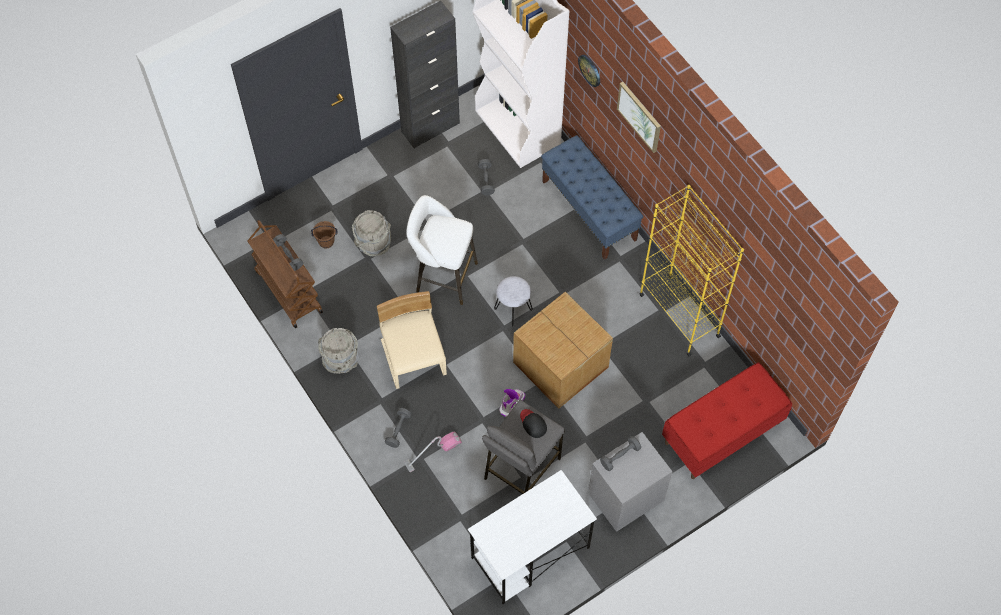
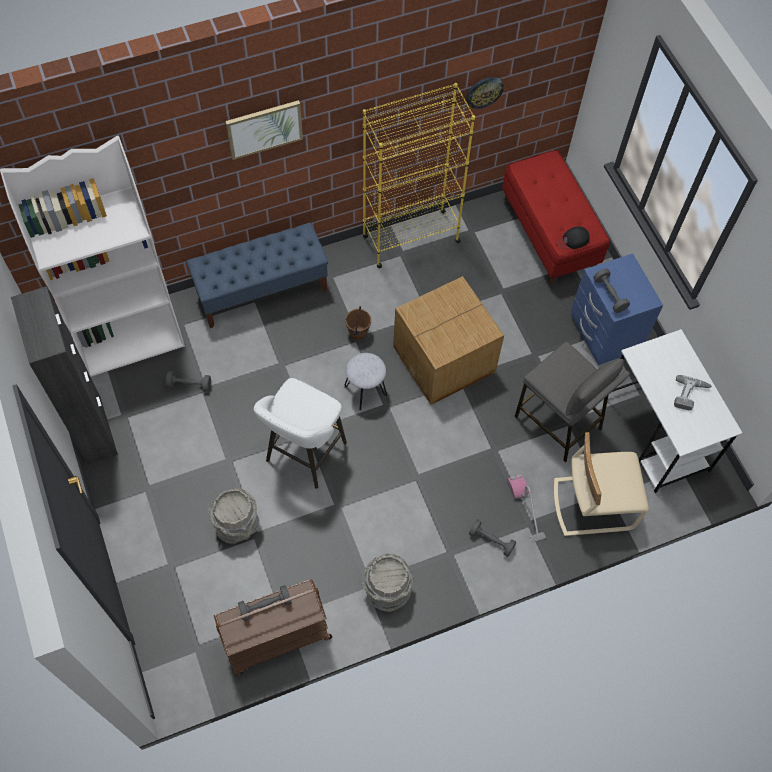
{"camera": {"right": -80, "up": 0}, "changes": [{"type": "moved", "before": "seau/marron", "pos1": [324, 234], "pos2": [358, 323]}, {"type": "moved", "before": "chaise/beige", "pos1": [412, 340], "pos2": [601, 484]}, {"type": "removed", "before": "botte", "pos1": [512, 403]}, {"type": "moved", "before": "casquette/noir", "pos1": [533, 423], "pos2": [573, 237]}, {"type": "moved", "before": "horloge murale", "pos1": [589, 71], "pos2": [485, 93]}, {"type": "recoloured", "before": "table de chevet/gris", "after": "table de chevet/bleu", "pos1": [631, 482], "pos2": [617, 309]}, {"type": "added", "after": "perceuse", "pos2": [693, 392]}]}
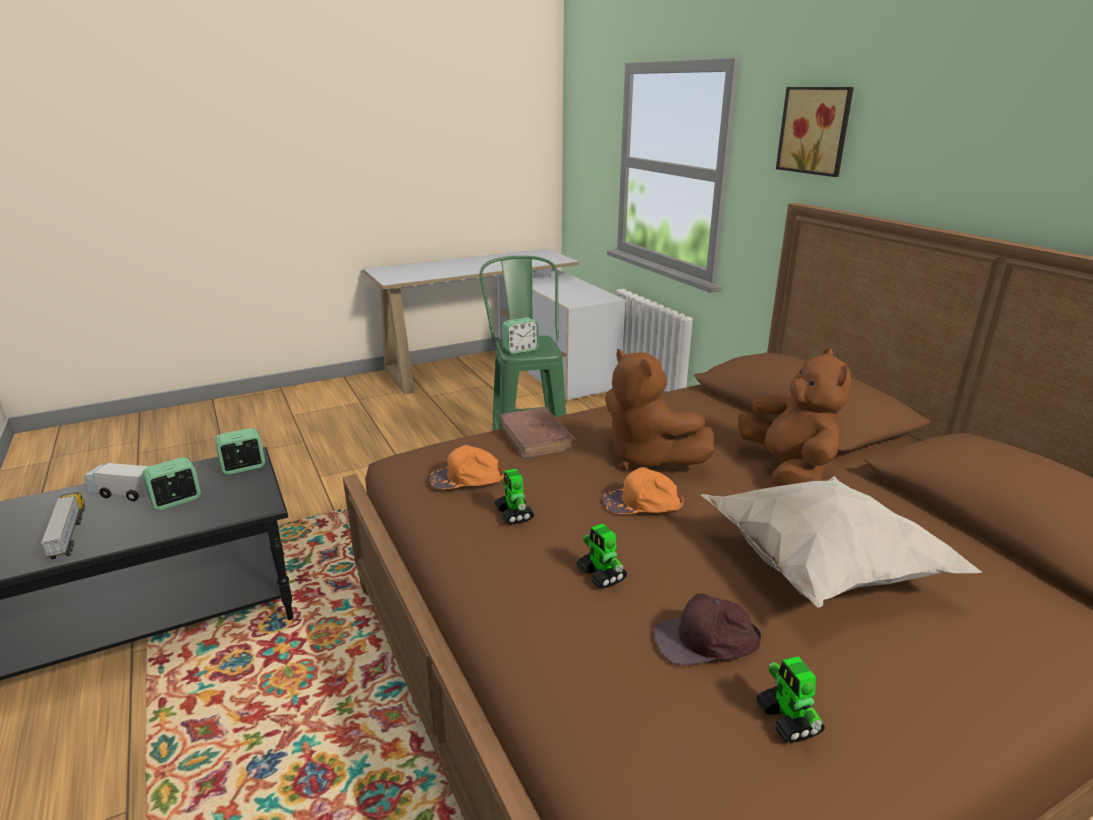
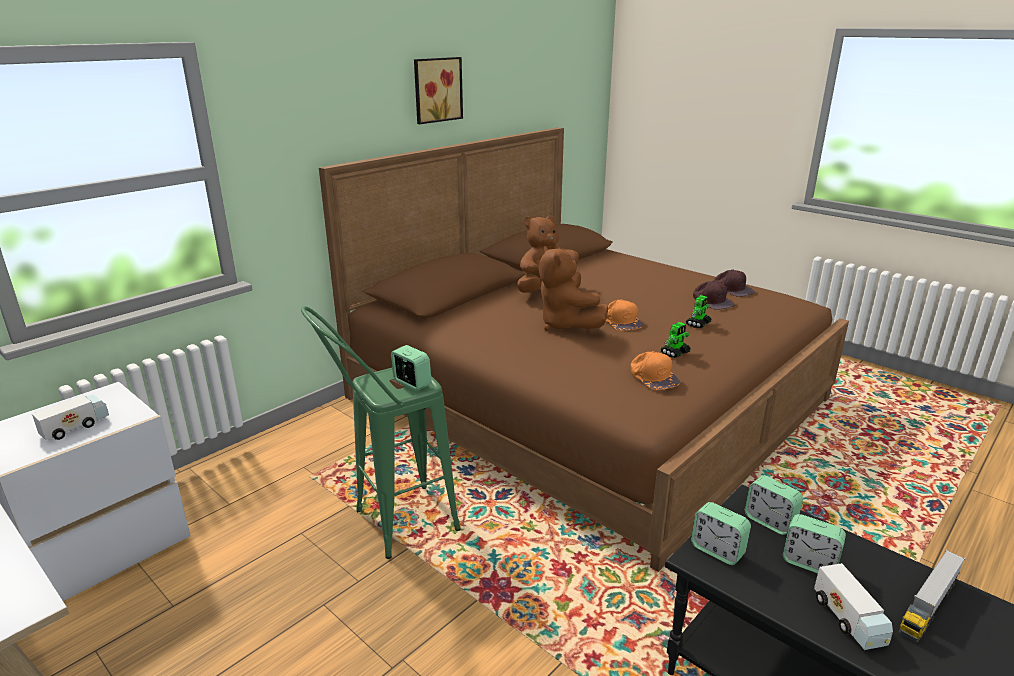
{"camera": {"right": -110, "up": 0}, "changes": [{"type": "removed", "before": "livre/marron", "pos1": [537, 433]}, {"type": "turned", "before": "peluche/marron", "pos1": [659, 409], "pos2": [573, 288], "turn": 120}, {"type": "removed", "before": "coussin/blanc", "pos1": [841, 542]}, {"type": "replaced", "before": "robot jouet", "after": "casquette/marron", "pos1": [790, 699], "pos2": [734, 283]}, {"type": "moved", "before": "tableau", "pos1": [815, 132], "pos2": [438, 90]}, {"type": "added", "after": "camion jouet", "pos2": [70, 417]}, {"type": "added", "after": "réveil", "pos2": [774, 505]}]}
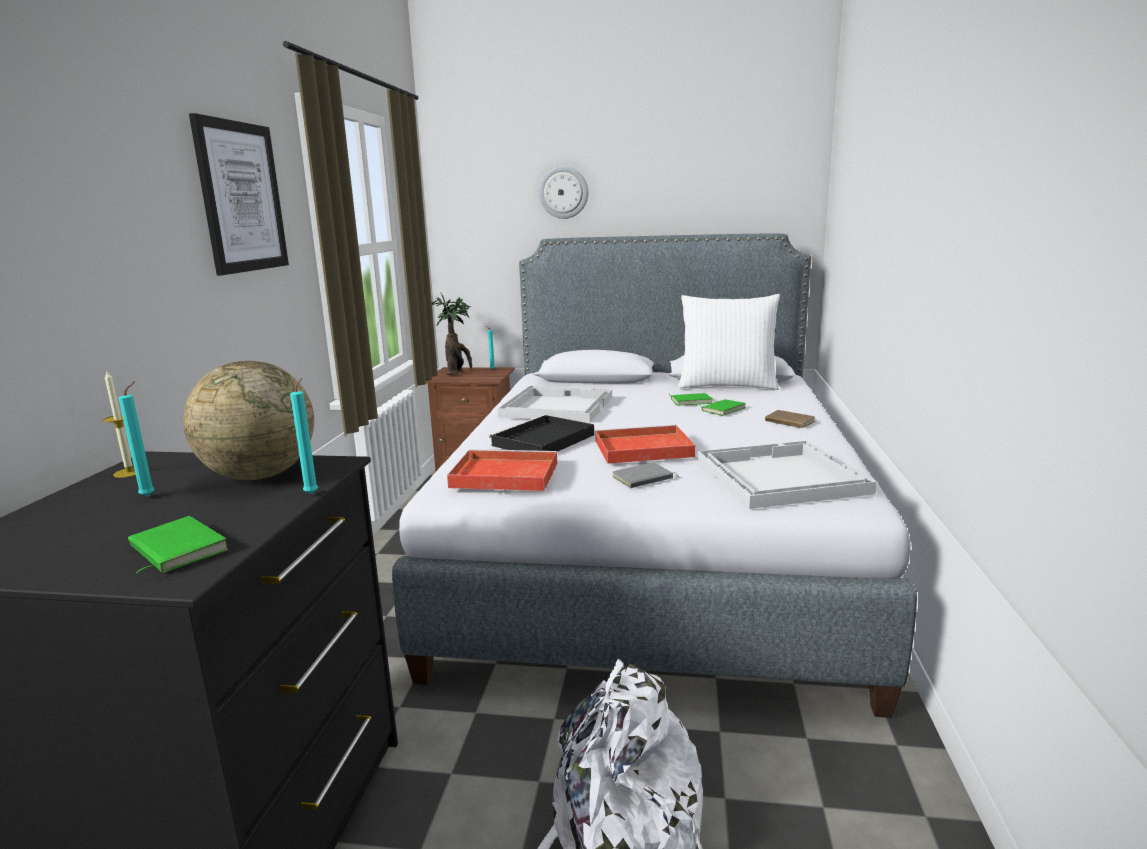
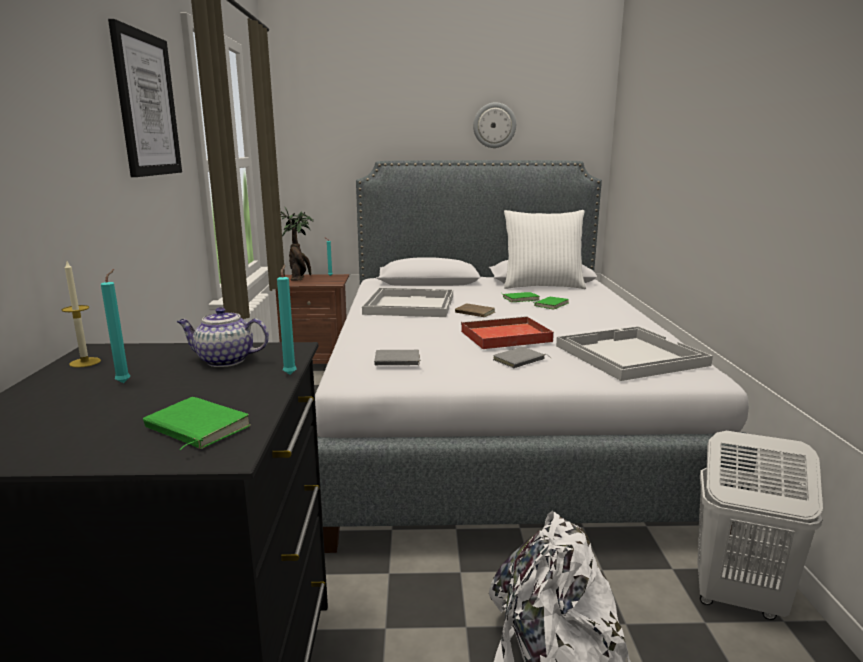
{"camera": {"right": -10, "up": 0}, "changes": [{"type": "replaced", "before": "globe", "after": "théière", "pos1": [248, 420], "pos2": [223, 337]}, {"type": "replaced", "before": "plateau/rouge", "after": "livre/gris", "pos1": [502, 470], "pos2": [397, 357]}, {"type": "removed", "before": "plateau/noir", "pos1": [541, 433]}, {"type": "moved", "before": "horloge murale", "pos1": [563, 192], "pos2": [494, 125]}, {"type": "moved", "before": "livre/marron", "pos1": [790, 419], "pos2": [475, 310]}, {"type": "added", "after": "panier à linge/blanc", "pos2": [760, 525]}]}
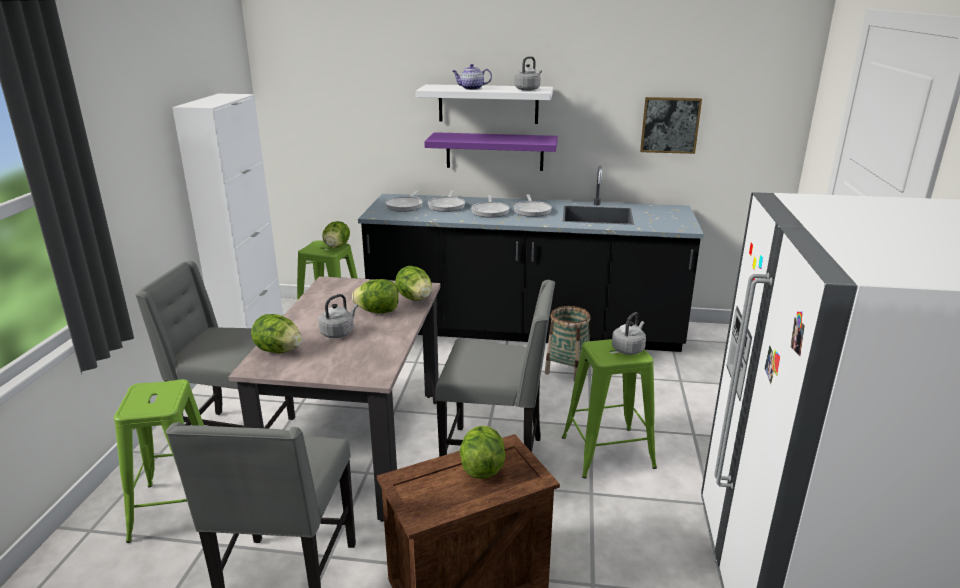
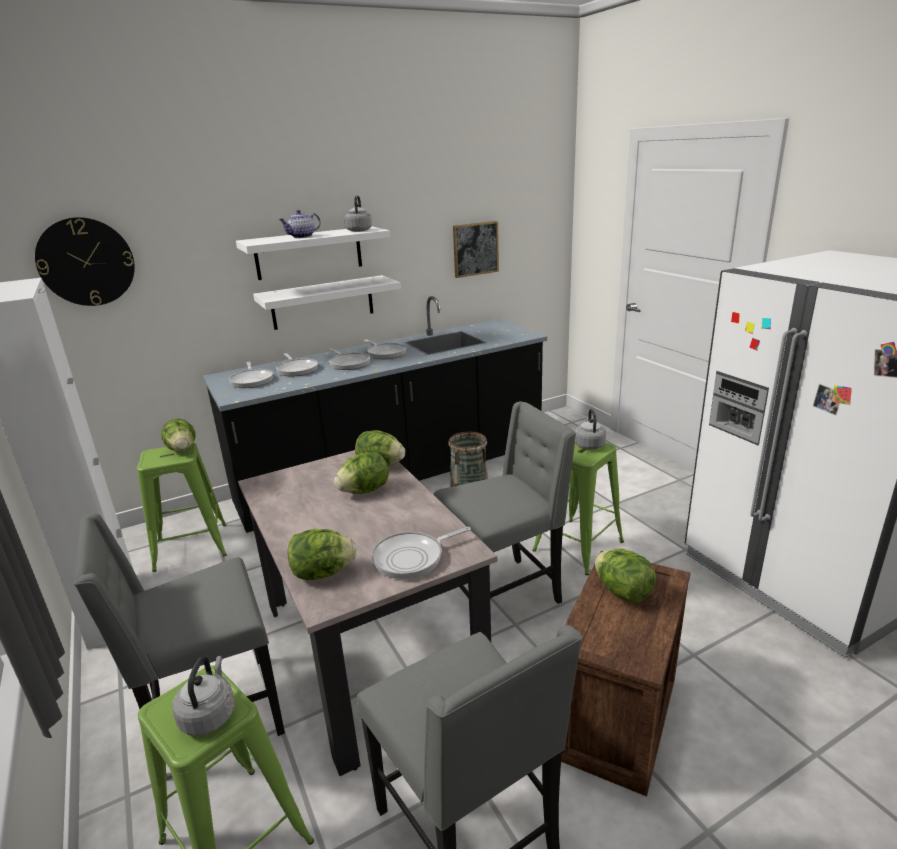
{"camera": {"right": -35, "up": 0}, "changes": [{"type": "moved", "before": "bouilloire/gris", "pos1": [338, 316], "pos2": [203, 696]}, {"type": "recoloured", "before": "étagère/violet", "after": "étagère/blanc", "pos1": [491, 151], "pos2": [327, 302]}, {"type": "added", "after": "horloge murale", "pos2": [85, 261]}, {"type": "added", "after": "poêle", "pos2": [421, 553]}]}
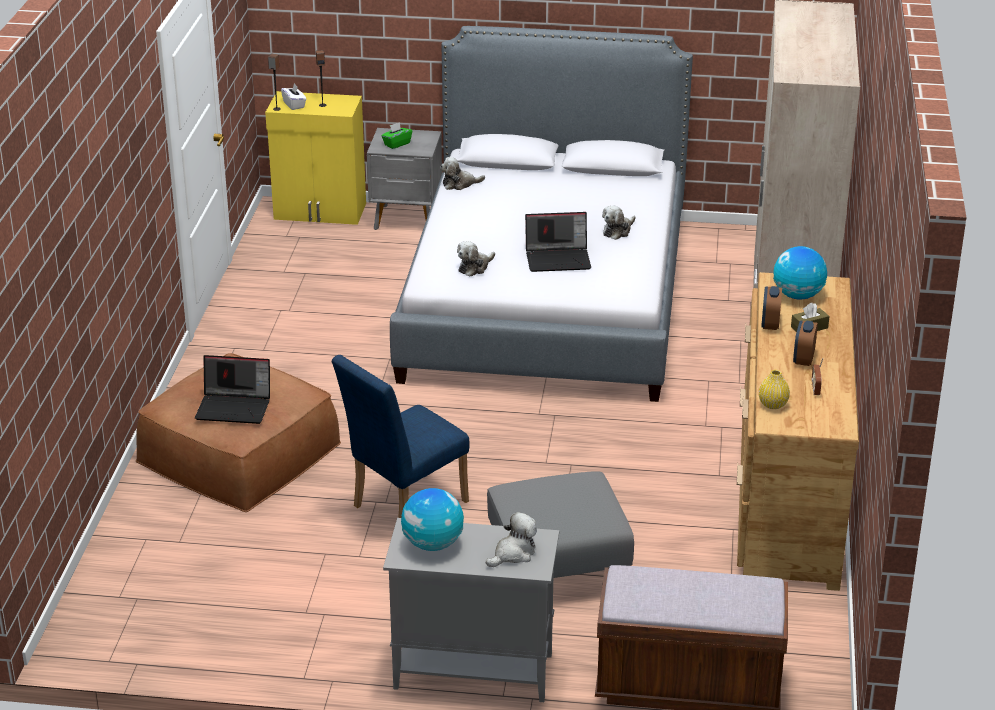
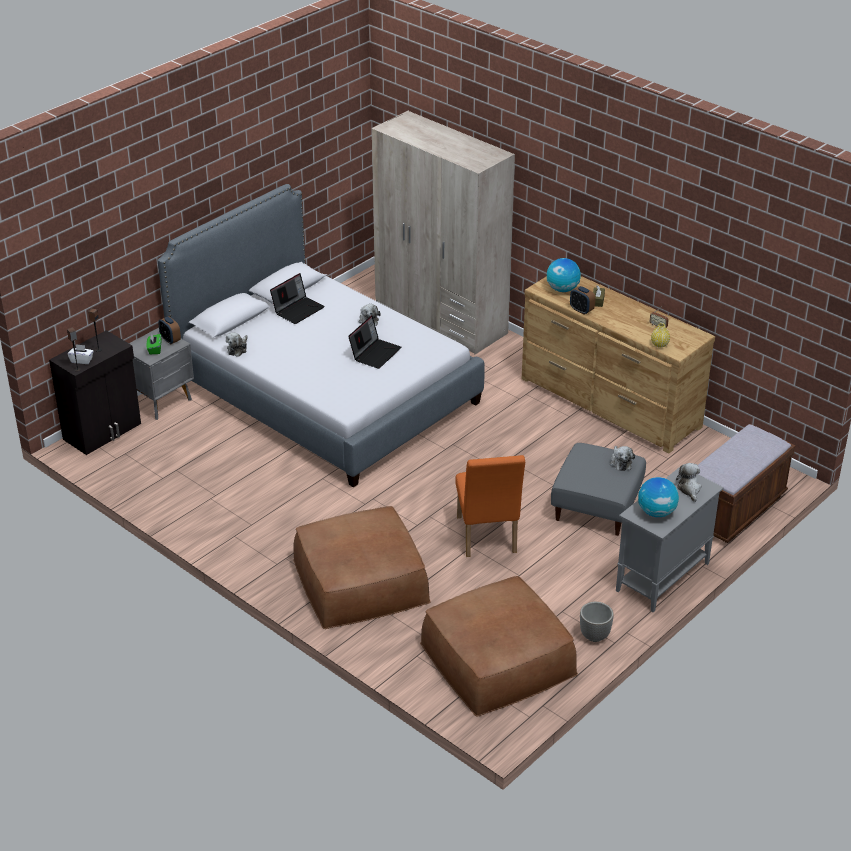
{"camera": {"right": -55, "up": 5}, "changes": [{"type": "moved", "before": "ordinateur portable", "pos1": [232, 389], "pos2": [297, 298]}, {"type": "recoloured", "before": "meuble de rangement/jaune", "after": "meuble de rangement/noir", "pos1": [315, 158], "pos2": [95, 392]}, {"type": "recoloured", "before": "chaise/bleu", "after": "chaise/orange", "pos1": [400, 436], "pos2": [490, 506]}, {"type": "moved", "before": "peluche", "pos1": [476, 259], "pos2": [622, 458]}, {"type": "moved", "before": "réveil", "pos1": [805, 343], "pos2": [169, 330]}, {"type": "added", "after": "pouf/marron", "pos2": [499, 646]}, {"type": "added", "after": "cache-pot", "pos2": [597, 622]}]}
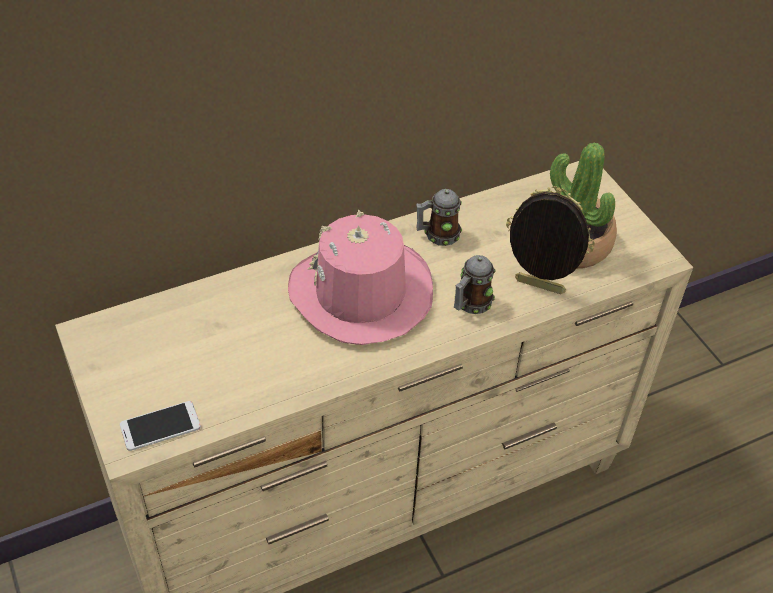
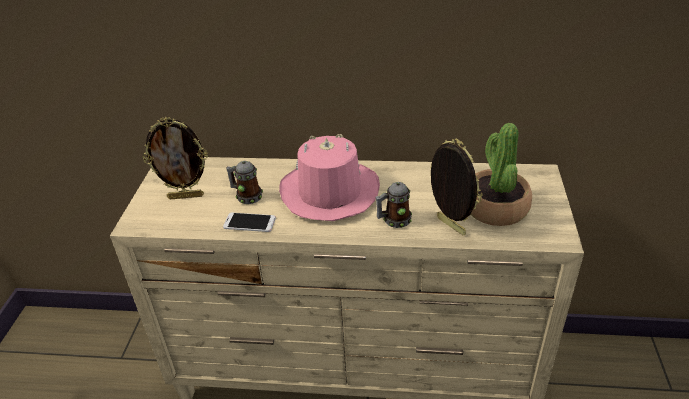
{"camera": {"right": 35, "up": -10}, "changes": [{"type": "moved", "before": "téléphone", "pos1": [160, 426], "pos2": [249, 222]}, {"type": "moved", "before": "mug", "pos1": [439, 217], "pos2": [244, 182]}, {"type": "added", "after": "cadre photo", "pos2": [175, 158]}]}
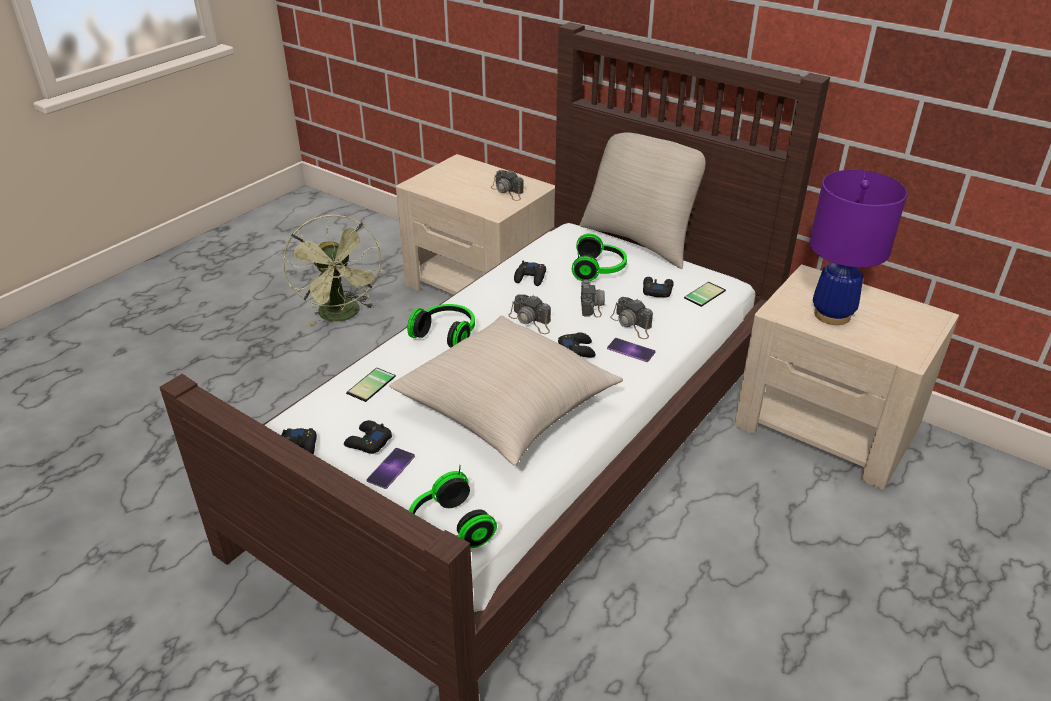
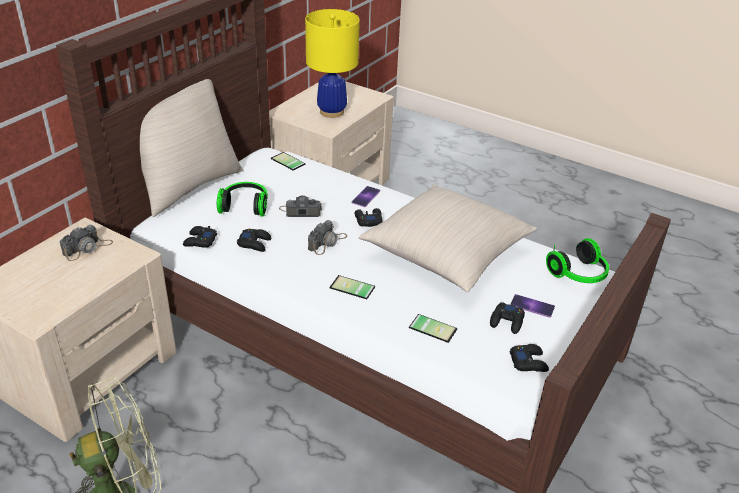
{"camera": {"right": -95, "up": 0}, "changes": [{"type": "replaced", "before": "casque audio", "after": "téléphone", "pos1": [441, 325], "pos2": [352, 287]}, {"type": "removed", "before": "appareil photo", "pos1": [631, 318]}, {"type": "moved", "before": "manette/noir", "pos1": [658, 287], "pos2": [200, 237]}, {"type": "recoloured", "before": "lampe de table/violet", "after": "lampe de table/jaune", "pos1": [858, 247], "pos2": [332, 63]}]}
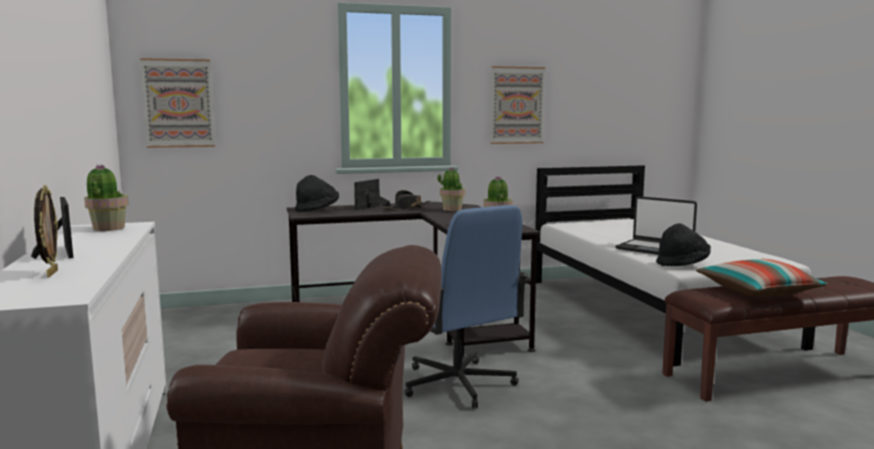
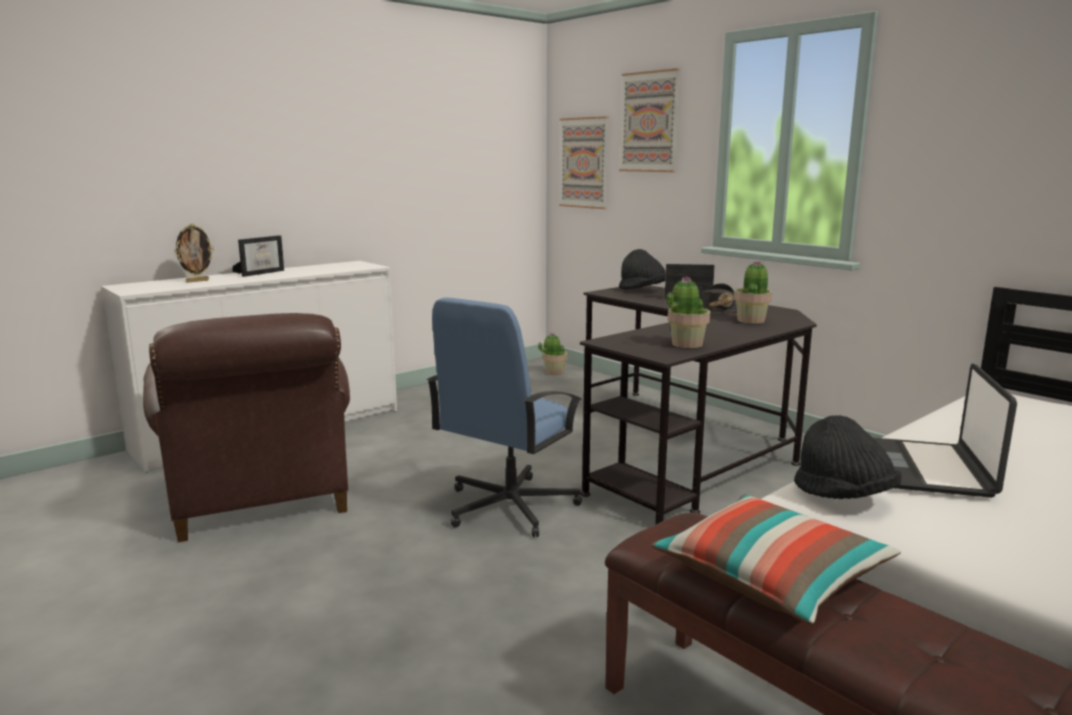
{"camera": {"right": 65, "up": 5}, "changes": [{"type": "moved", "before": "plante en pot", "pos1": [106, 197], "pos2": [552, 354]}, {"type": "moved", "before": "tableau", "pos1": [518, 105], "pos2": [649, 120]}]}
